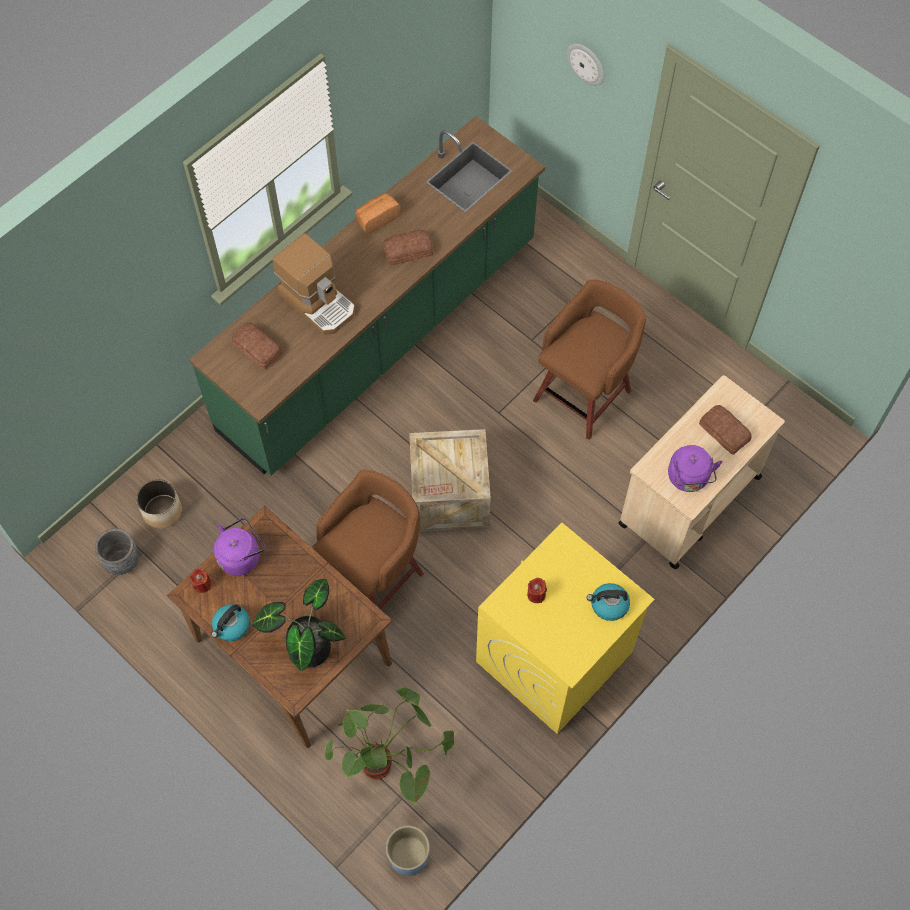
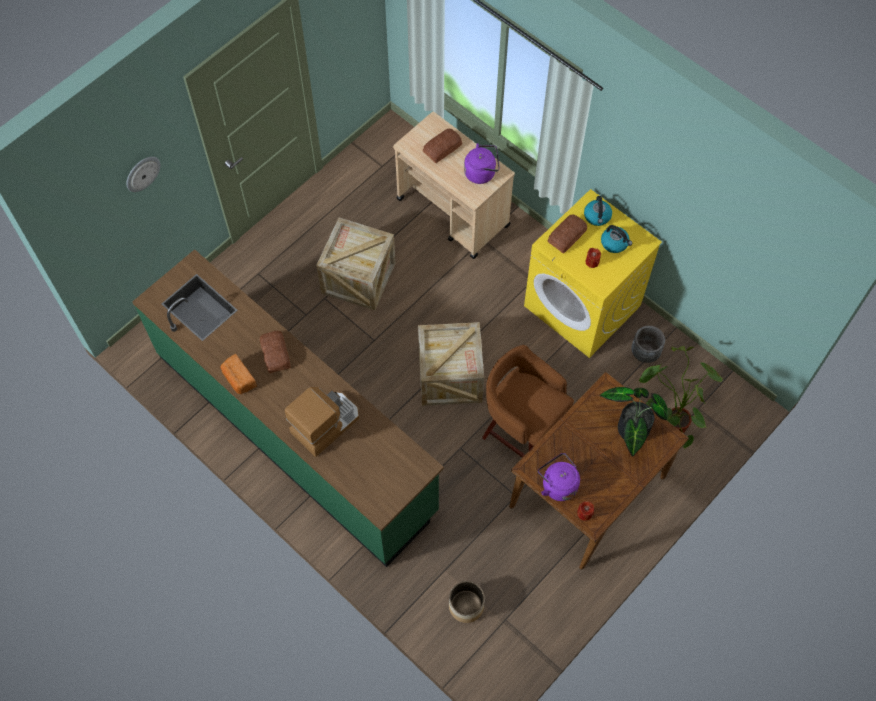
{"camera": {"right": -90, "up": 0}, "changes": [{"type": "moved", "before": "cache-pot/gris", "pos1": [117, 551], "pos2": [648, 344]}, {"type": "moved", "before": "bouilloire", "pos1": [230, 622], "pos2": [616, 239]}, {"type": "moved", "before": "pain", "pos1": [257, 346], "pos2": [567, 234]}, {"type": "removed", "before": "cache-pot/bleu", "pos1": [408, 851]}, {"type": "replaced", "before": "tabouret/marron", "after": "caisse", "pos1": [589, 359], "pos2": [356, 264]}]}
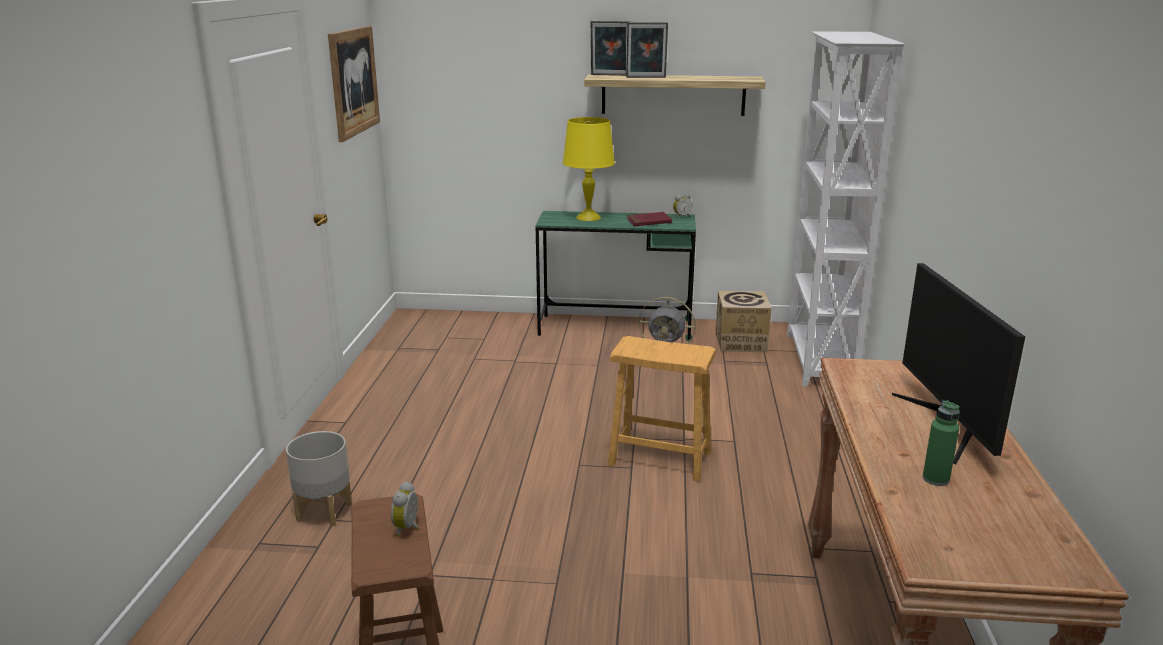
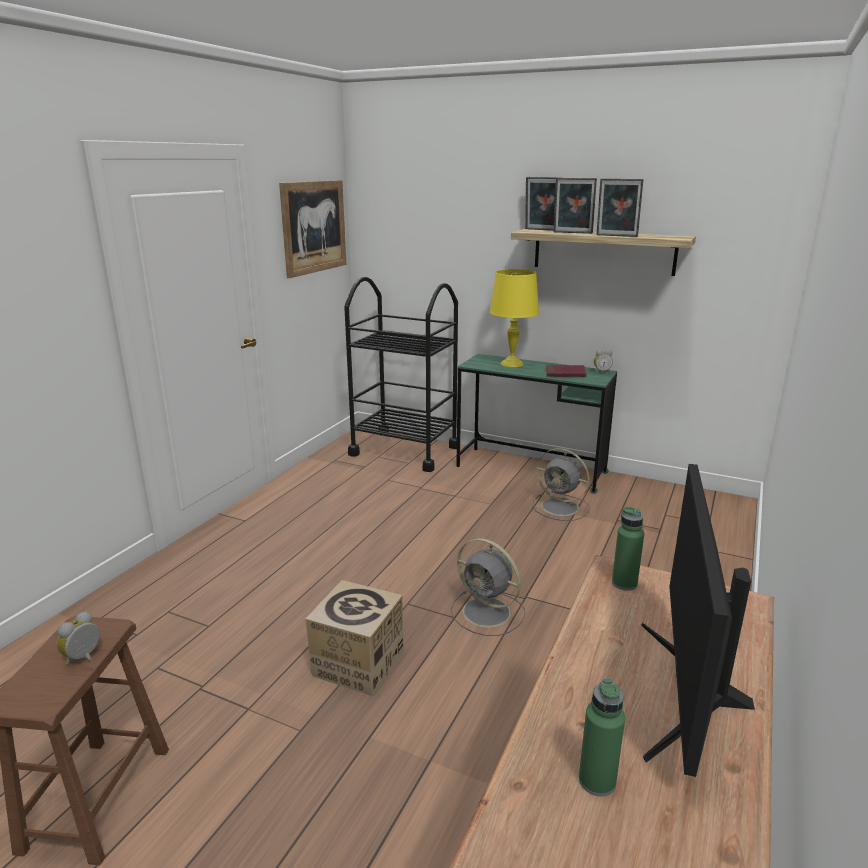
{"camera": {"right": 20, "up": 0}, "changes": [{"type": "removed", "before": "cache-pot/gris", "pos1": [319, 478]}, {"type": "replaced", "before": "tabouret/marron", "after": "ventilateur/gris", "pos1": [662, 409], "pos2": [488, 587]}, {"type": "moved", "before": "carton", "pos1": [743, 322], "pos2": [354, 638]}, {"type": "removed", "before": "bibliothèque/blanc", "pos1": [846, 209]}, {"type": "added", "after": "chariot/noir", "pos2": [401, 374]}, {"type": "added", "after": "cadre photo", "pos2": [620, 207]}, {"type": "added", "after": "bouteille/vert", "pos2": [628, 549]}]}
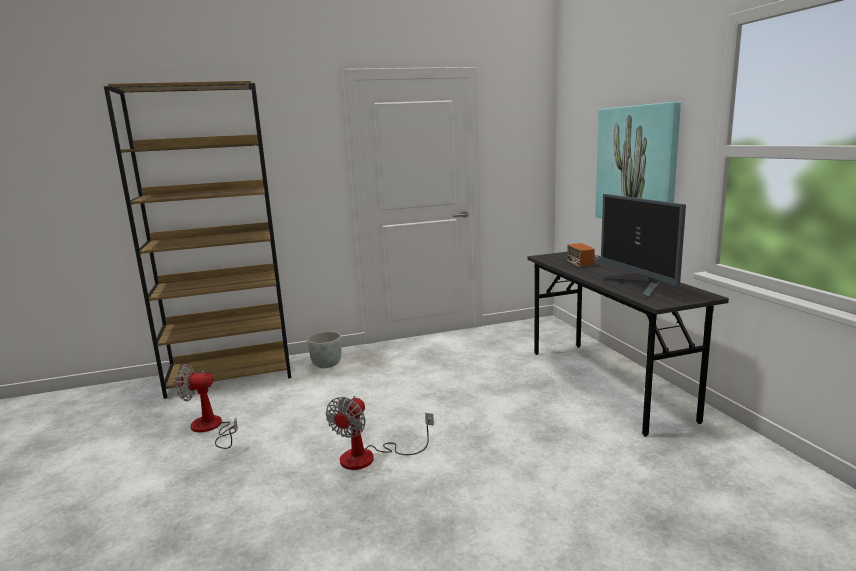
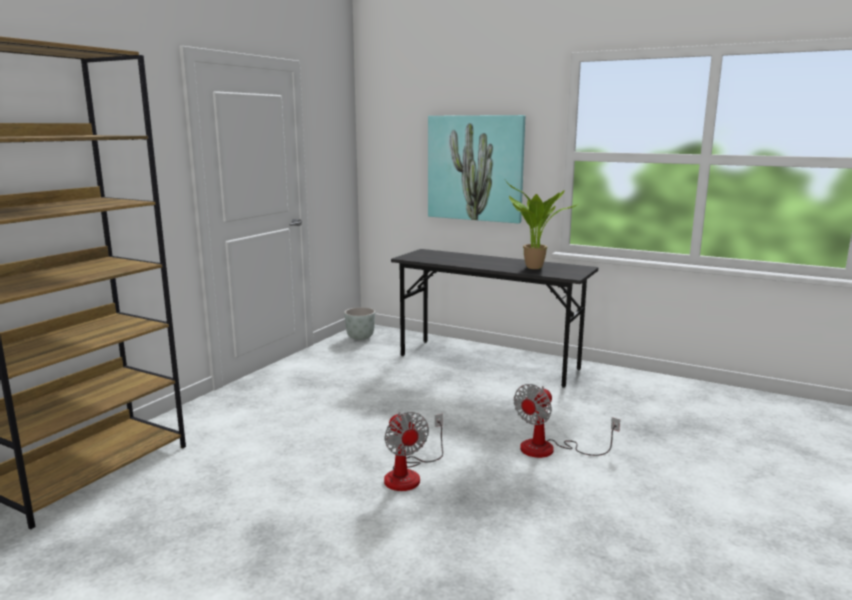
{"camera": {"right": -45, "up": 0}, "changes": [{"type": "moved", "before": "ventilateur", "pos1": [207, 406], "pos2": [567, 421]}, {"type": "moved", "before": "cache-pot/gris", "pos1": [324, 349], "pos2": [359, 323]}, {"type": "removed", "before": "radio", "pos1": [583, 255]}, {"type": "replaced", "before": "écran d'ordinateur", "after": "plante en pot", "pos1": [643, 246], "pos2": [542, 224]}]}
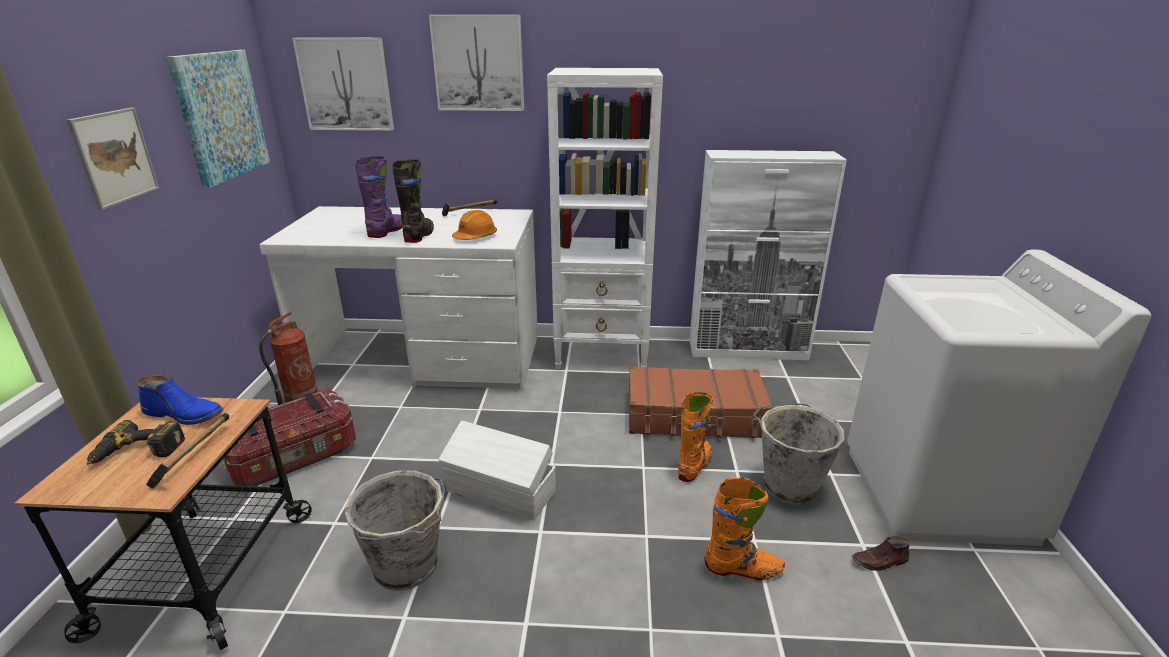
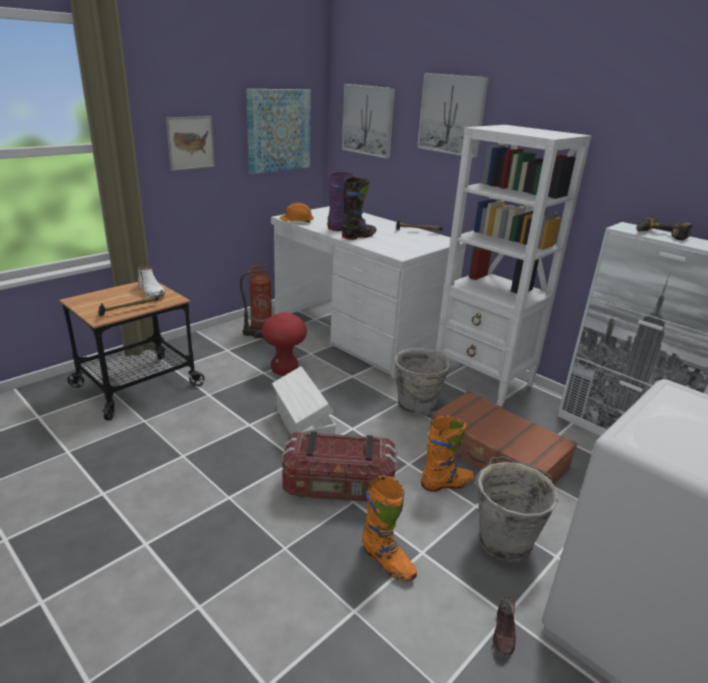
{"camera": {"right": 40, "up": 0}, "changes": [{"type": "moved", "before": "perceuse", "pos1": [136, 442], "pos2": [664, 228]}, {"type": "recoloured", "before": "botte/bleu", "after": "botte/blanc", "pos1": [181, 400], "pos2": [151, 281]}, {"type": "moved", "before": "boîte de rangement", "pos1": [288, 437], "pos2": [339, 466]}, {"type": "moved", "before": "seau/gris", "pos1": [394, 531], "pos2": [423, 382]}, {"type": "moved", "before": "casque de chantier/orange", "pos1": [474, 225], "pos2": [297, 212]}, {"type": "turned", "before": "chaussure/marron", "pos1": [880, 553], "pos2": [504, 627], "turn": -105}, {"type": "added", "after": "tabouret/rouge", "pos2": [284, 344]}]}
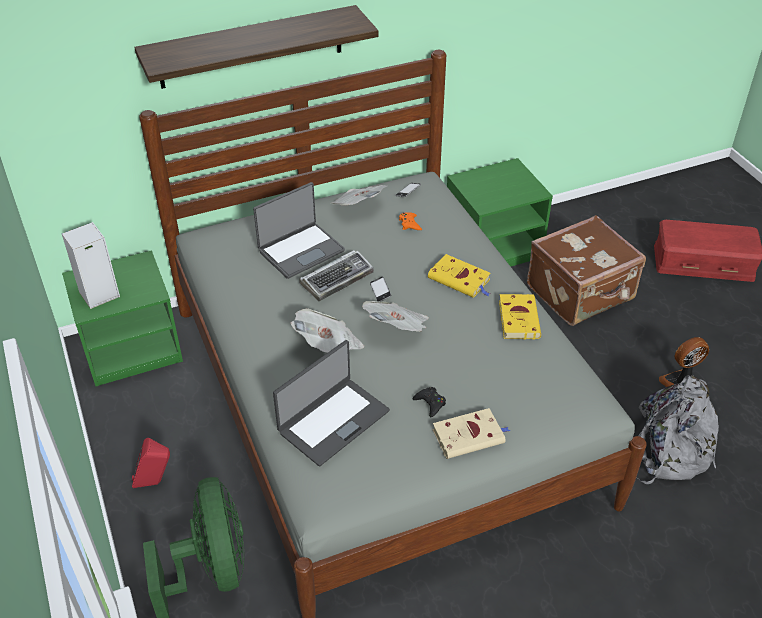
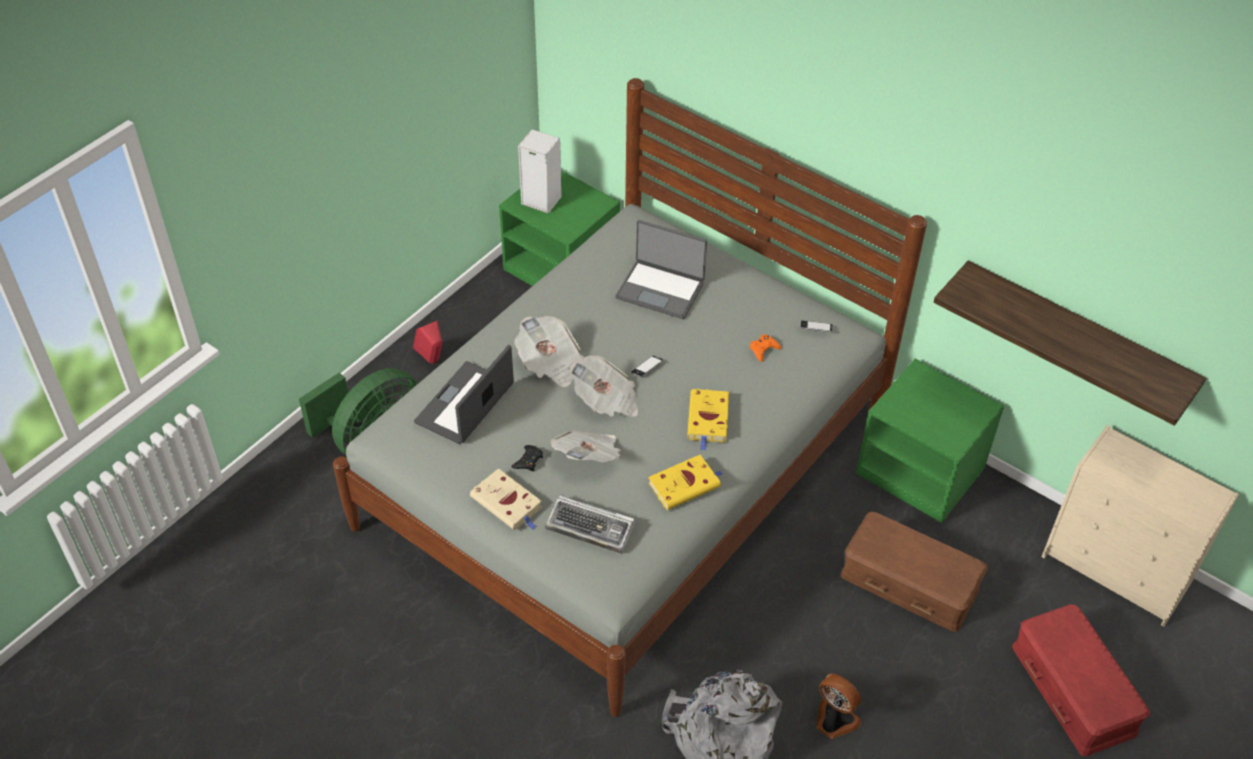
{"camera": {"right": 60, "up": 5}, "changes": [{"type": "moved", "before": "étagère", "pos1": [256, 47], "pos2": [1070, 343]}, {"type": "turned", "before": "ordinateur portable", "pos1": [331, 403], "pos2": [464, 394], "turn": 105}, {"type": "moved", "before": "clavier", "pos1": [336, 275], "pos2": [590, 524]}, {"type": "moved", "before": "journal", "pos1": [359, 195], "pos2": [585, 446]}, {"type": "replaced", "before": "valise/marron", "after": "boîte de rangement/marron", "pos1": [586, 270], "pos2": [914, 572]}, {"type": "added", "after": "commode/beige", "pos2": [1140, 526]}]}
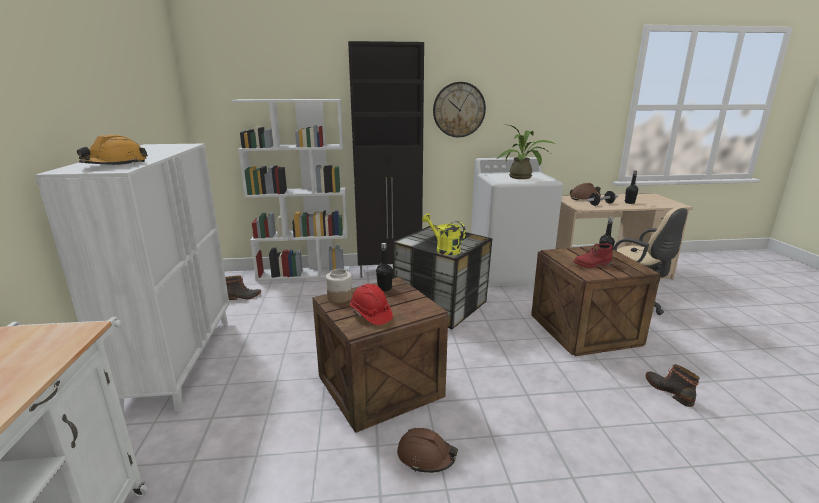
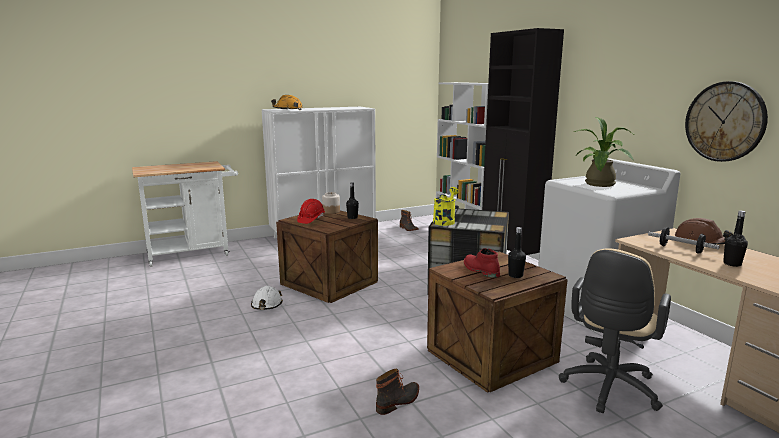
{"camera": {"right": 70, "up": -5}, "changes": [{"type": "recoloured", "before": "casque de chantier/marron", "after": "casque de chantier/blanc", "pos1": [427, 450], "pos2": [267, 298]}, {"type": "moved", "before": "horloge murale", "pos1": [459, 110], "pos2": [726, 121]}]}
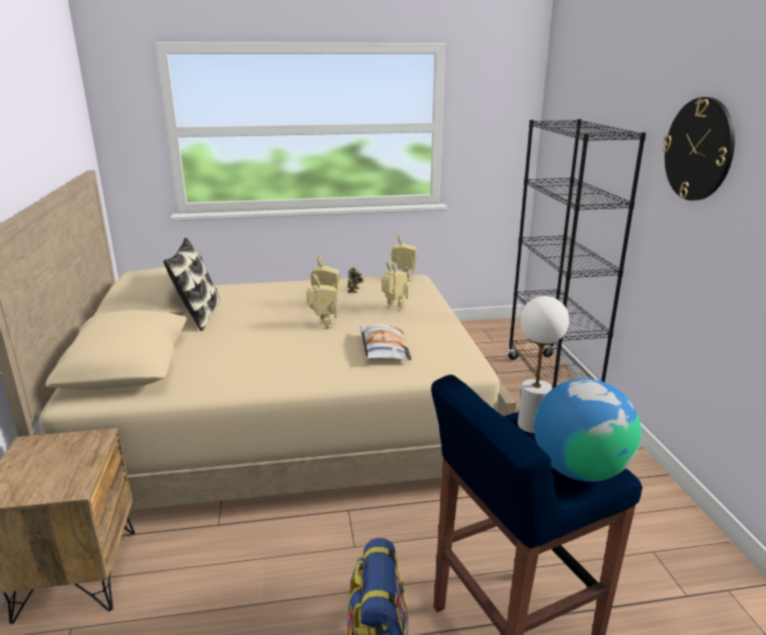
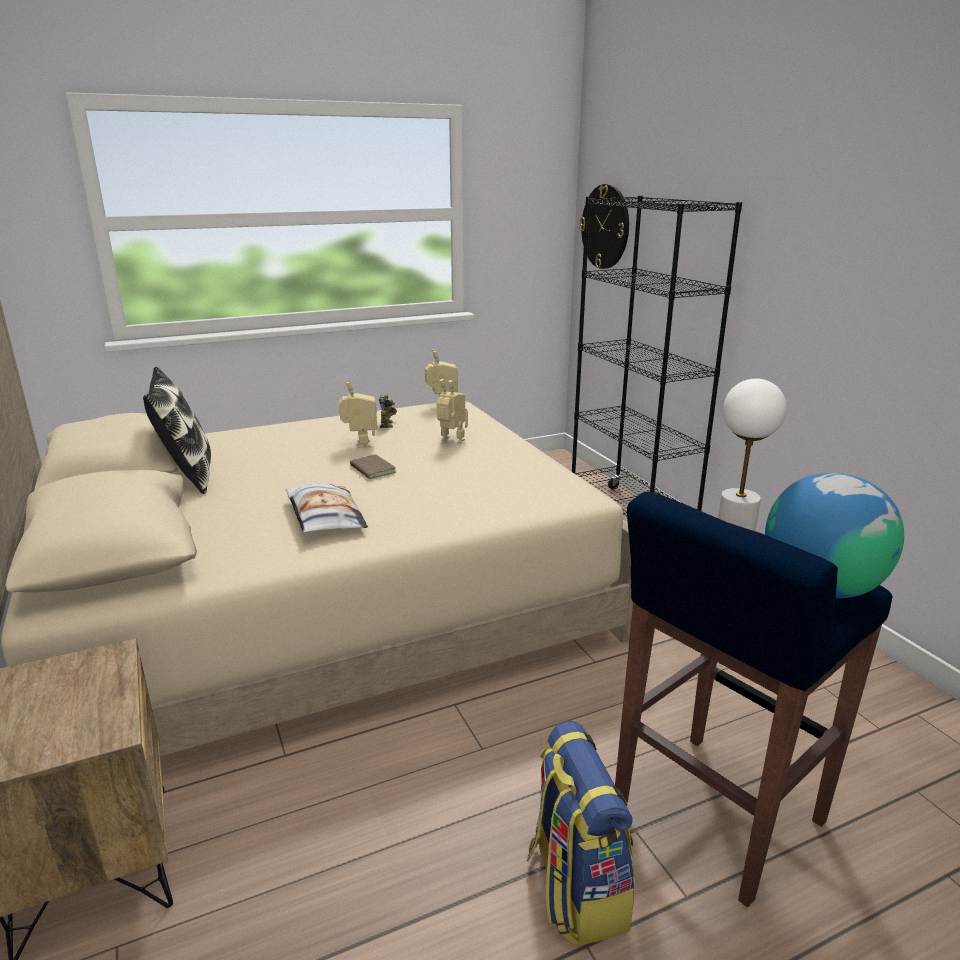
{"camera": {"right": -15, "up": 0}, "changes": [{"type": "replaced", "before": "robot jouet", "after": "livre/marron", "pos1": [322, 301], "pos2": [373, 466]}, {"type": "moved", "before": "coussin", "pos1": [386, 342], "pos2": [327, 508]}, {"type": "moved", "before": "horloge murale", "pos1": [699, 149], "pos2": [604, 226]}]}
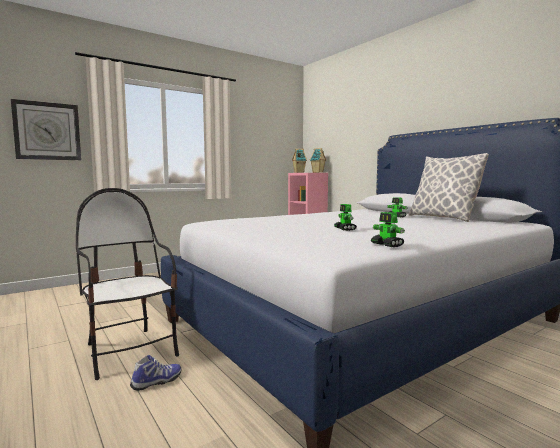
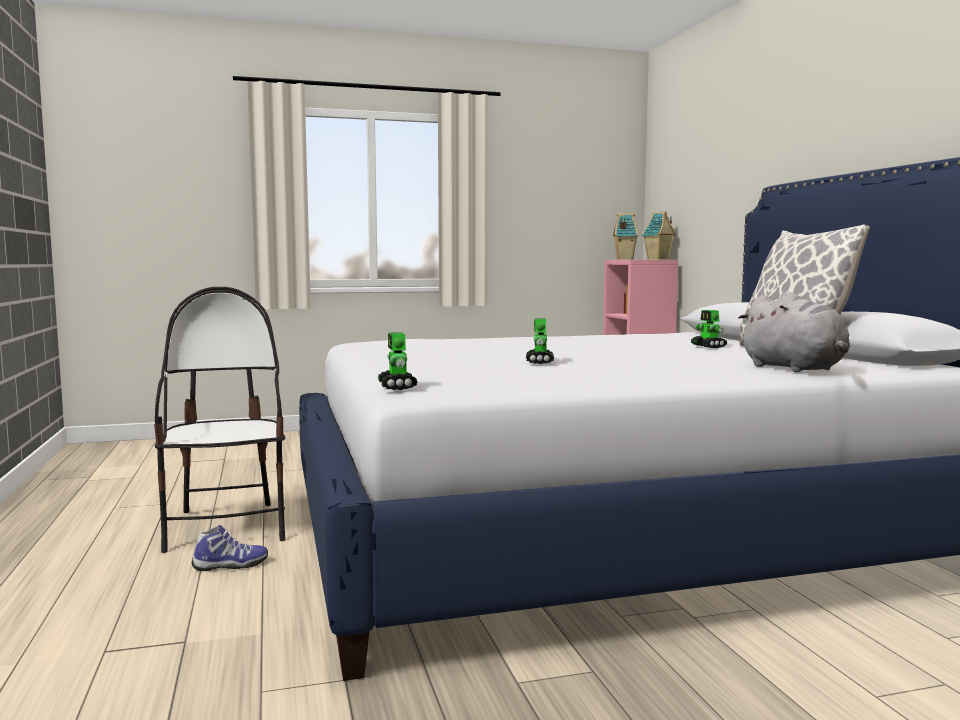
{"camera": {"right": 20, "up": 0}, "changes": [{"type": "removed", "before": "horloge murale", "pos1": [46, 129]}, {"type": "moved", "before": "robot jouet", "pos1": [388, 229], "pos2": [397, 361]}, {"type": "added", "after": "peluche/gris", "pos2": [794, 332]}]}
